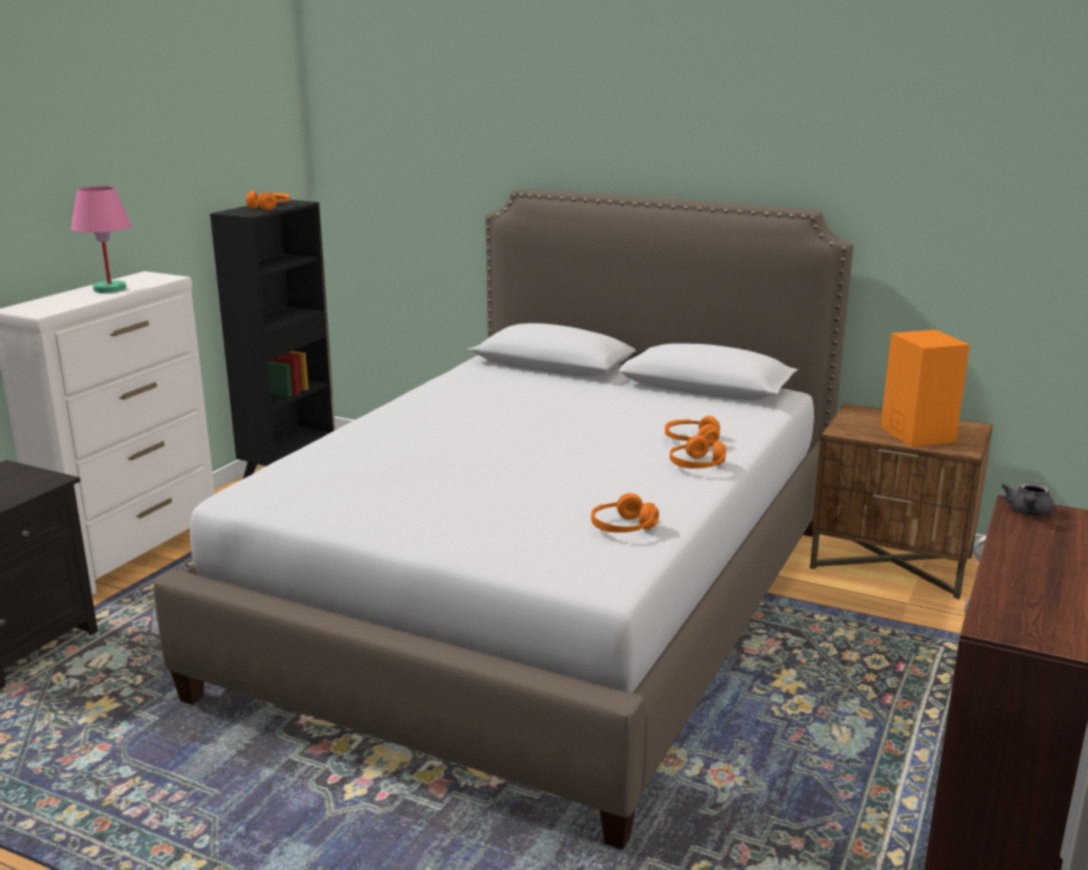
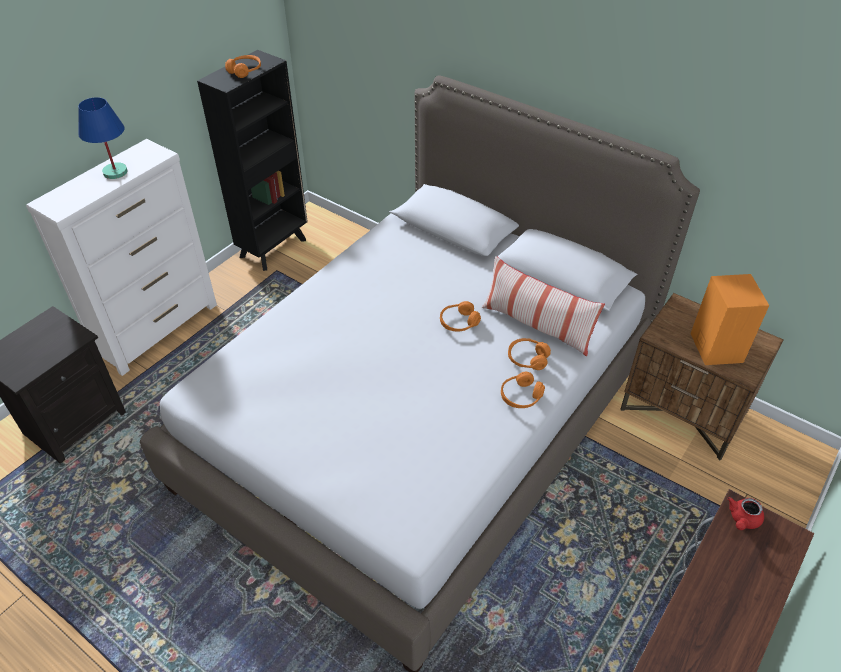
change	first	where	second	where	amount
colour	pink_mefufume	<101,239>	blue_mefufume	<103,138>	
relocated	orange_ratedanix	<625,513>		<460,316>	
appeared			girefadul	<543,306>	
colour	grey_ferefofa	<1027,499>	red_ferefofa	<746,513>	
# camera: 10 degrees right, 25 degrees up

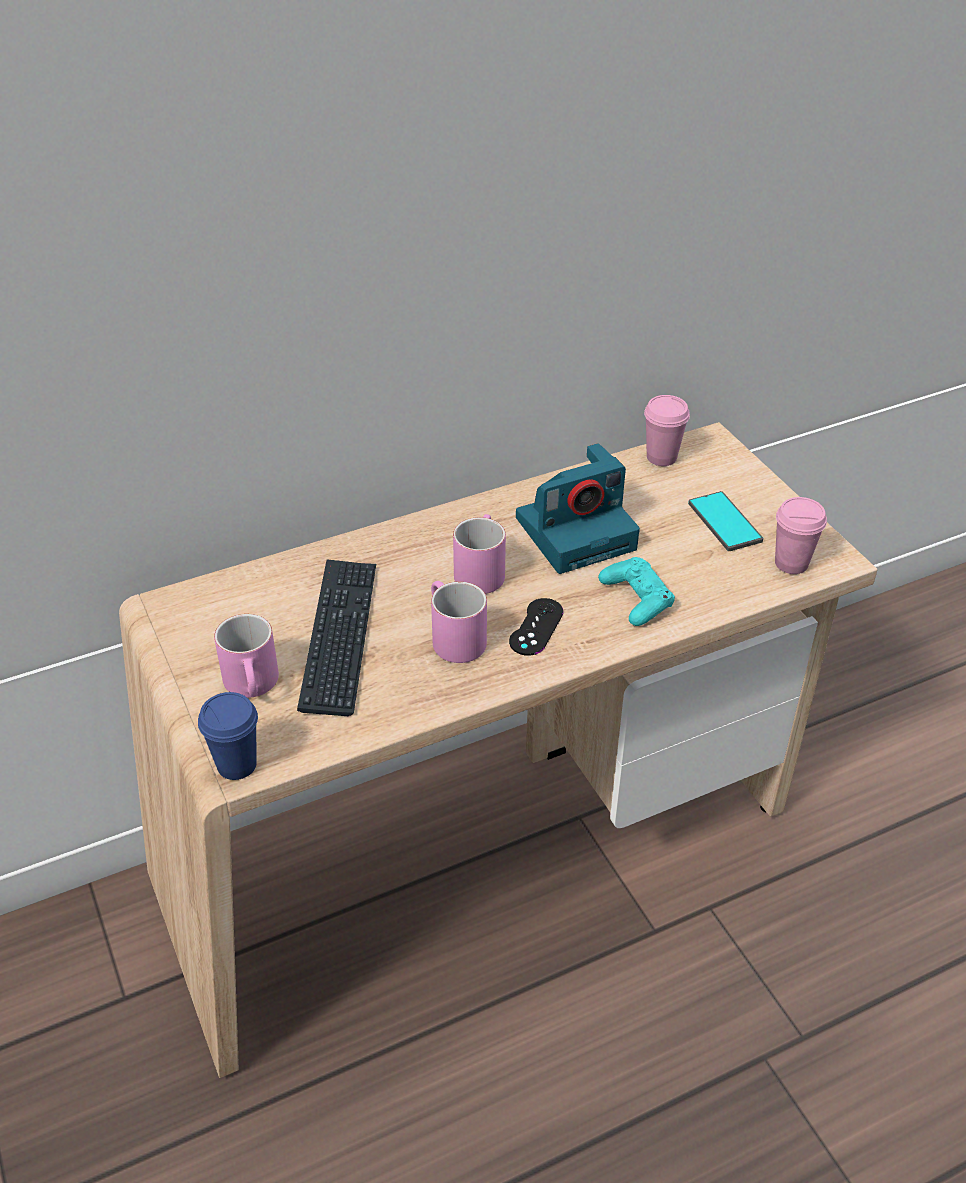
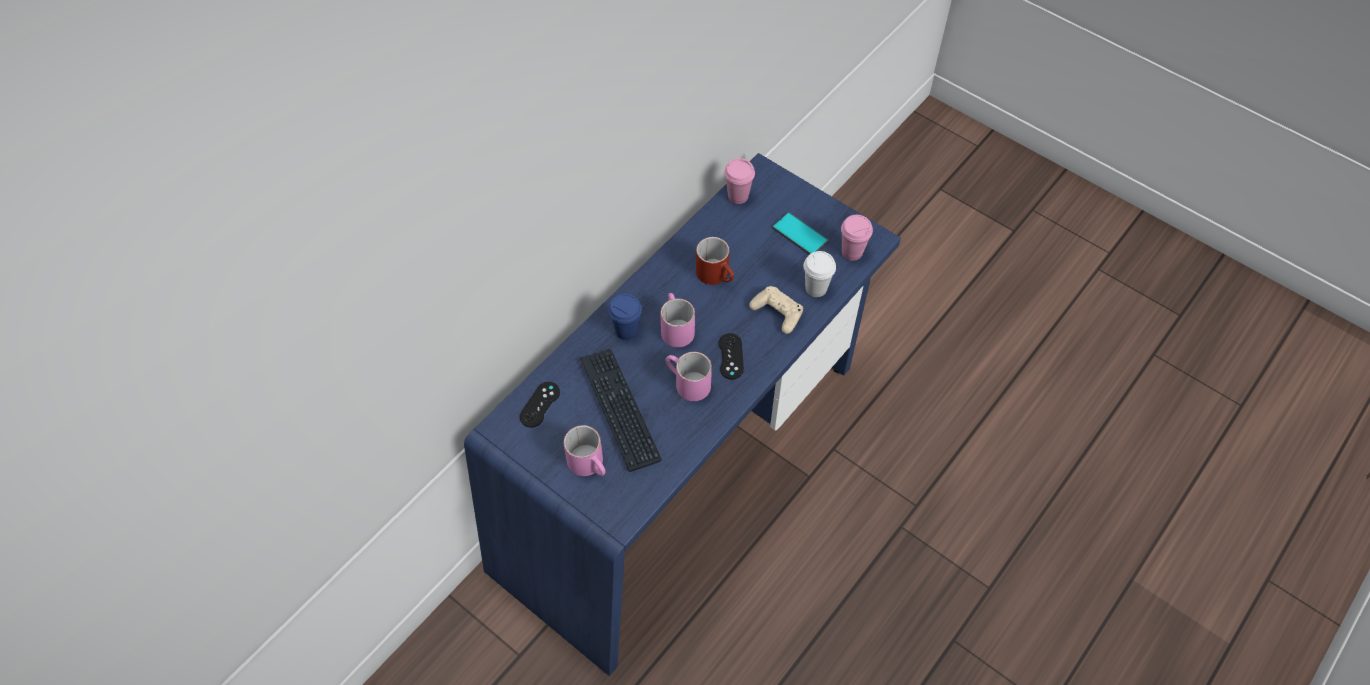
change	first	where	second	where	amount
colour	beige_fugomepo	<498,750>	blue_fugomepo	<682,414>	
appeared			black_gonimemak	<540,405>	
relocated	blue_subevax	<228,736>		<625,317>	
exchanged	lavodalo	<578,508>	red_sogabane	<715,261>	
colour	turquoise_gonimemak	<636,591>	beige_gonimemak	<776,310>	
appeared			white_subevax	<820,274>	
# camera: 25 degrees left, 15 degrees up

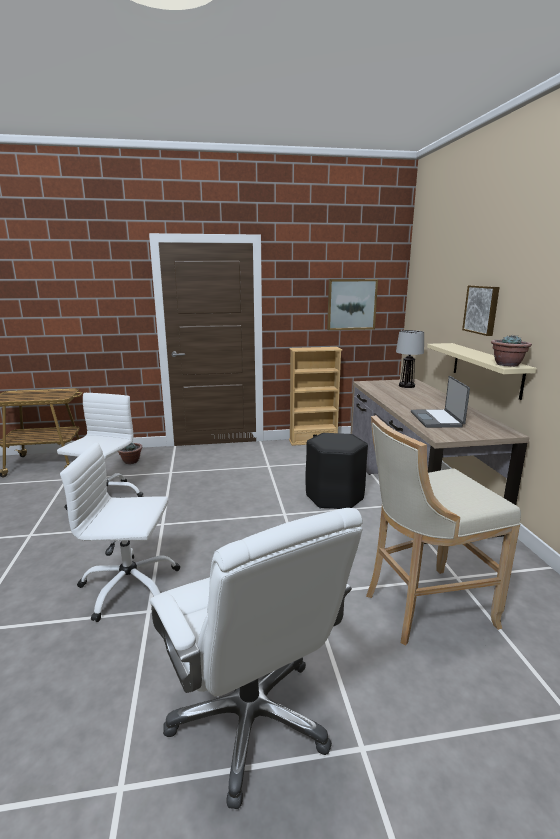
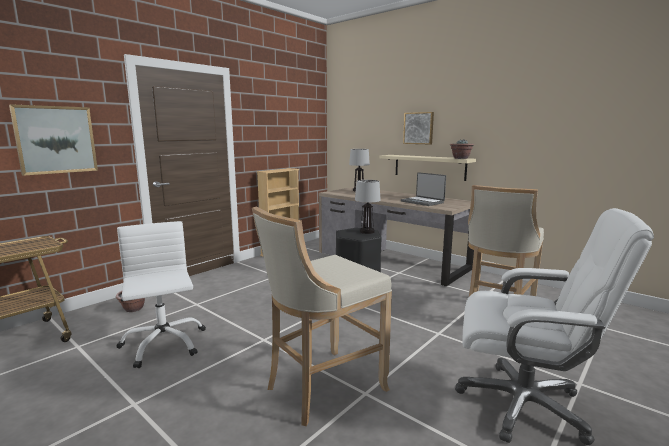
change	first	where	second	where	amount
relocated	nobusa	<352,304>		<53,140>	
exchanged	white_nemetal	<120,532>	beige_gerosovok	<322,316>	
appeared			mefufume	<368,207>	
# camera: 40 degrees left, 5 degrees down

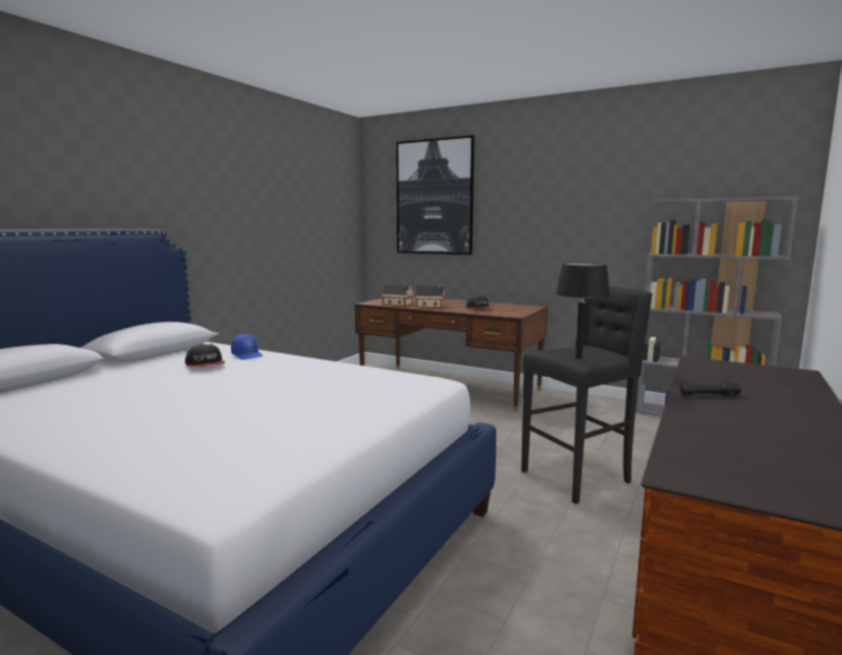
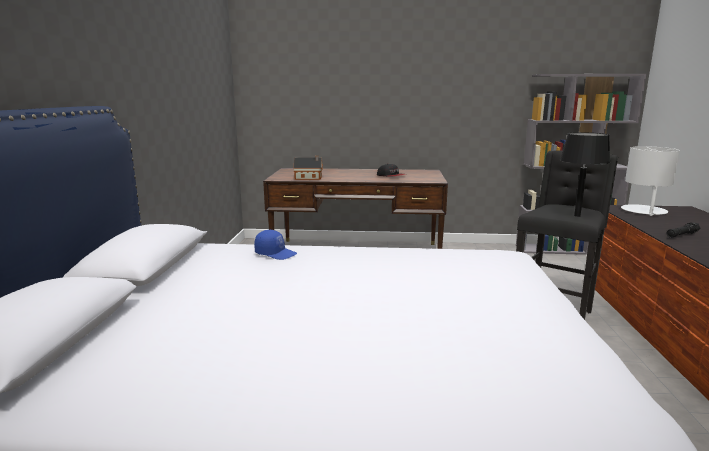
change	first	where	second	where	amount
appeared			white_mefufume	<650,181>	
missing	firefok	<205,356>			
missing	nobusa	<435,195>			
missing	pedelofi	<430,296>			
# camera: 25 degrees left, 5 degrees up

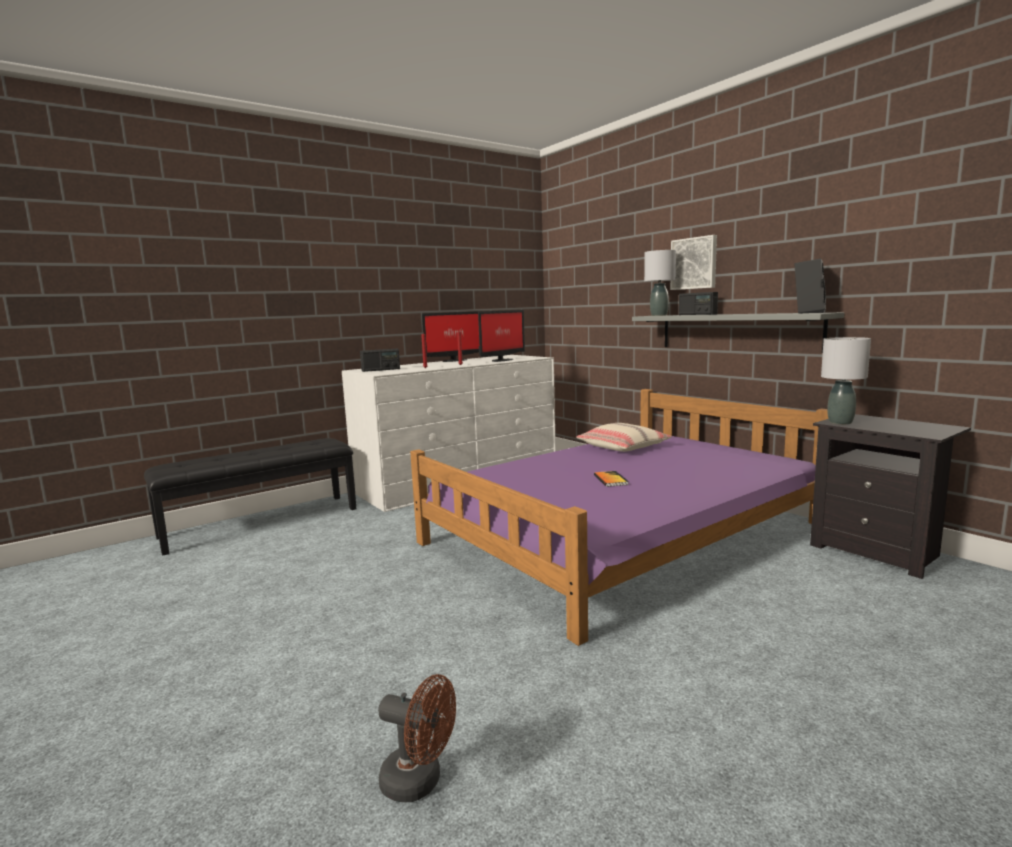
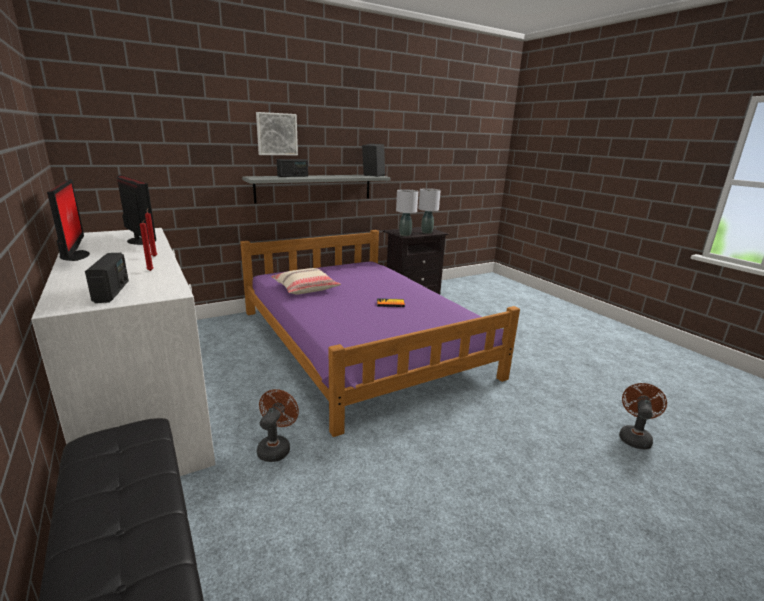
change	first	where	second	where	amount
appeared			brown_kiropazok	<278,425>	
relocated	grey_mefufume	<660,283>		<430,211>	
# camera: 85 degrees left, 10 degrees up

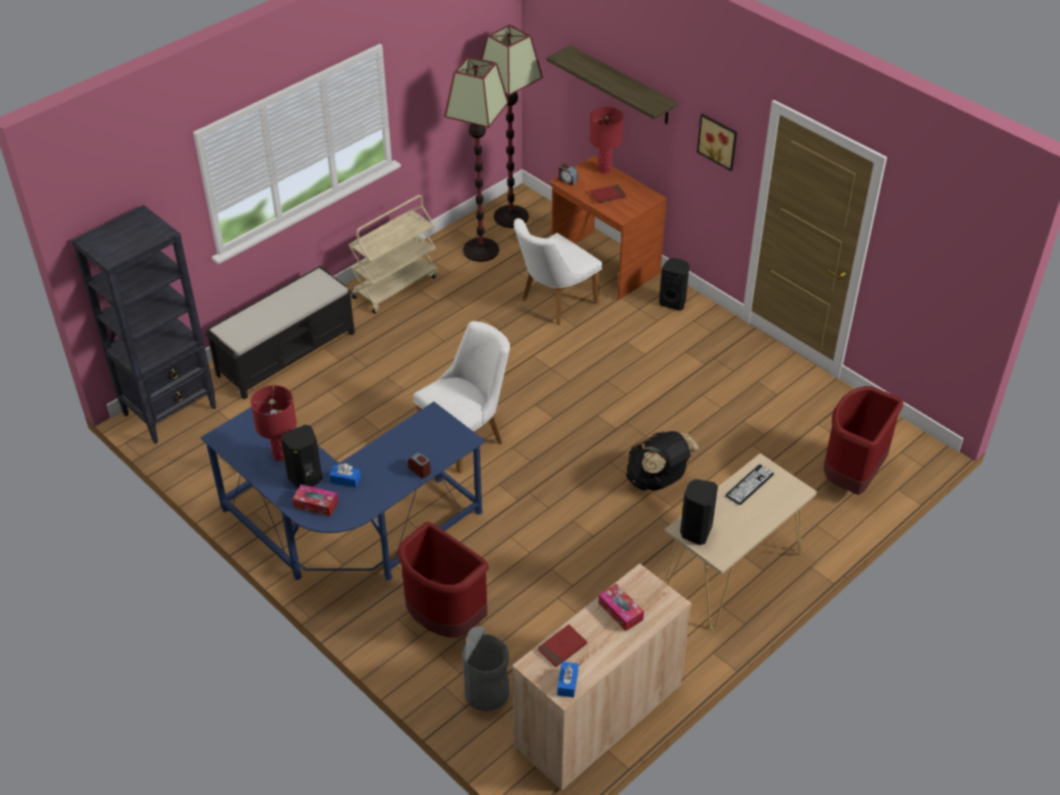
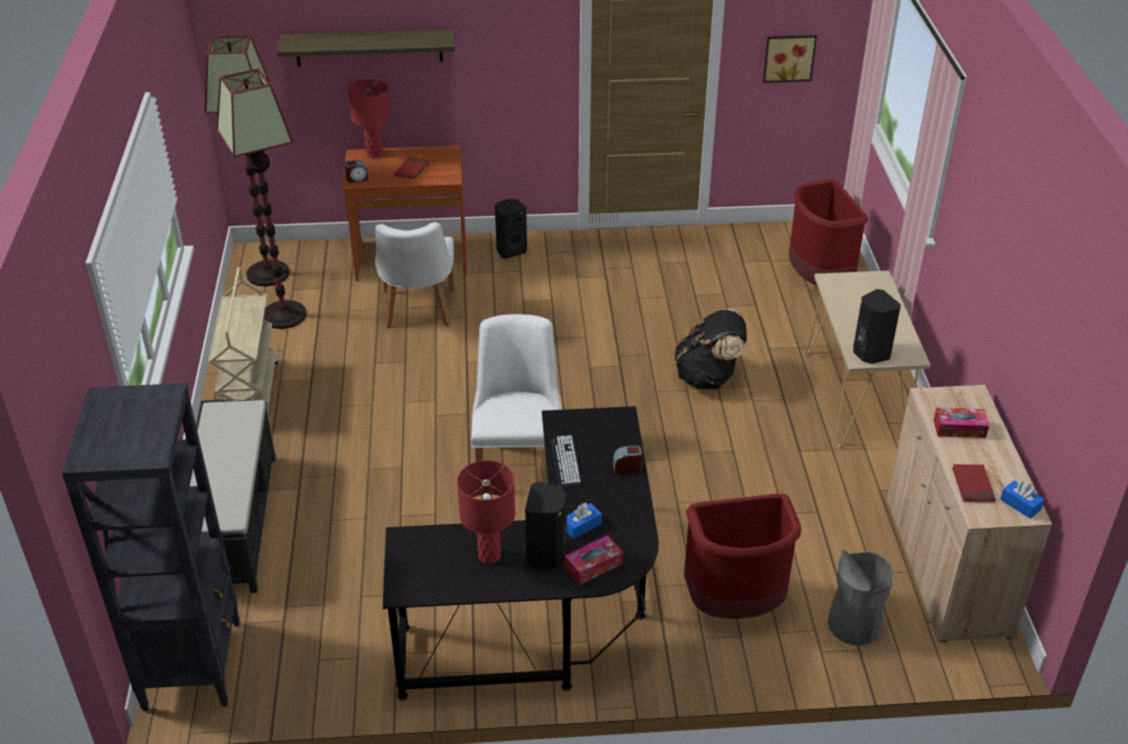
change	first	where	second	where	amount
colour	blue_fugomepo	<343,491>	black_fugomepo	<521,553>	
relocated	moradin	<749,484>		<567,461>	
relocated	nobusa	<717,142>		<790,59>	
# camera: 50 degrees left, 5 degrees down

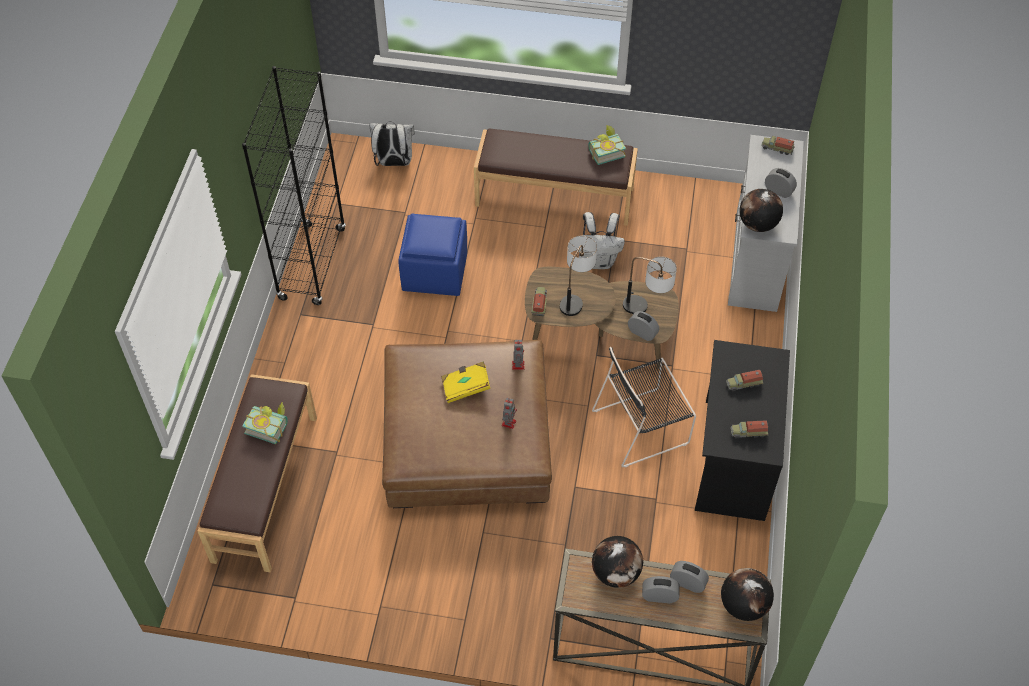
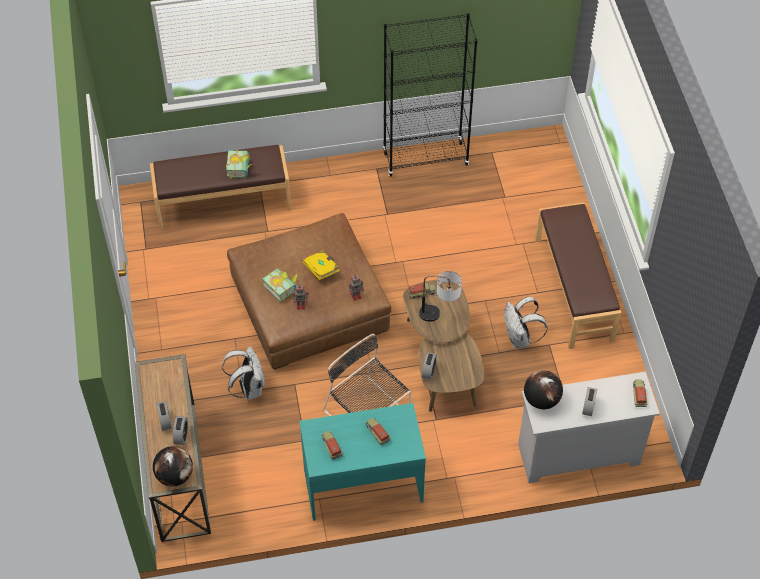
change	first	where	second	where	amount
relocated	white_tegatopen	<392,143>		<243,373>	
relocated	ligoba	<607,145>		<280,285>	
colour	black_fugomepo	<742,430>	turquoise_fugomepo	<362,462>	
missing	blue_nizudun	<432,254>			
missing	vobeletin	<617,562>			
missing	mefufume	<650,285>			
# camera: 70 degrees right, 0 degrees up

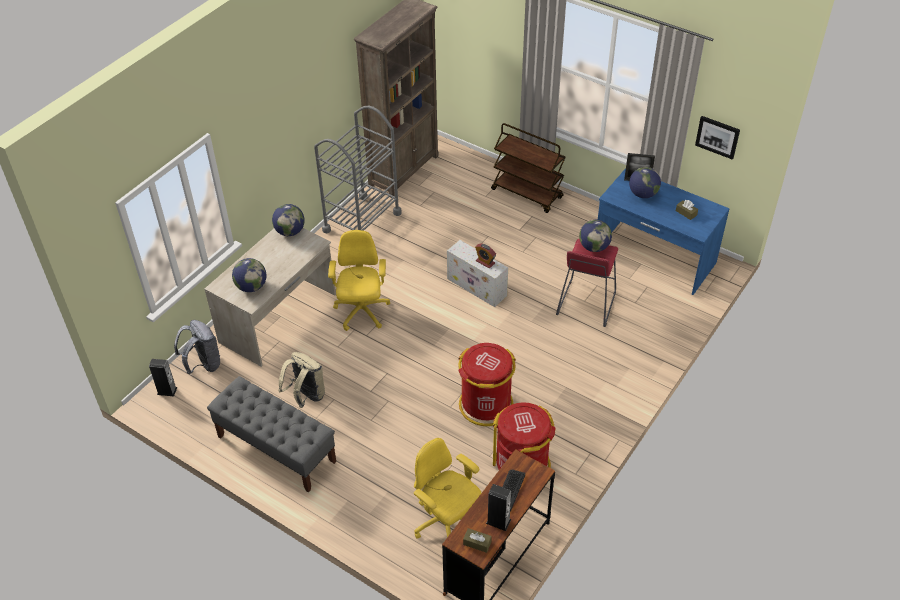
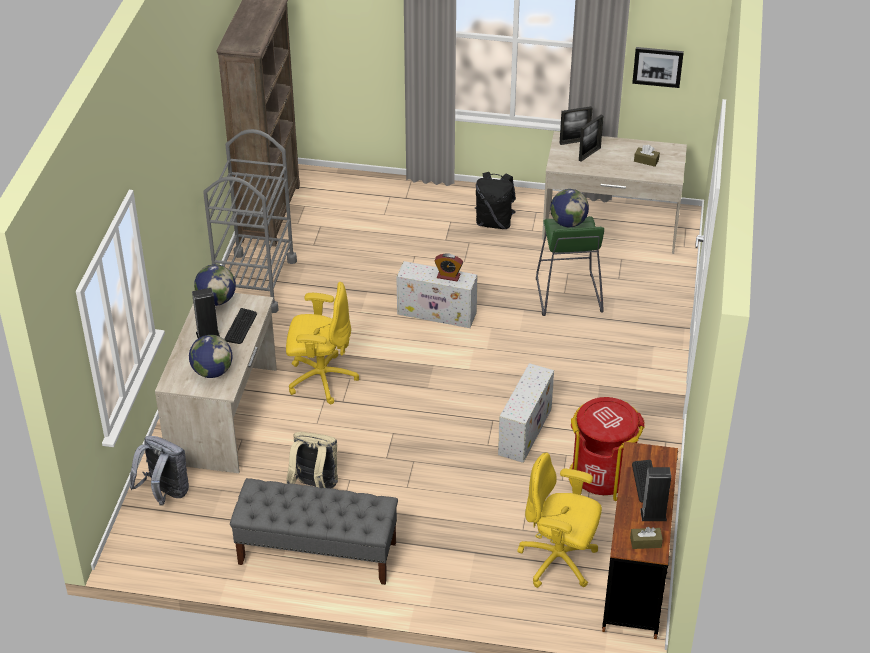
change	first	where	second	where	amount
relocated	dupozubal	<163,378>		<206,313>	
appeared			moradin	<240,326>	
spun	yellow_nemetal	<359,280>		<322,343>	120 degrees clockwise
appeared			black_tegatopen	<495,200>	
exchanged	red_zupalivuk	<487,384>	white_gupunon	<526,413>	
colour	red_gerosovok	<587,282>	green_gerosovok	<570,266>	
colour	blue_fugomepo	<664,231>	beige_fugomepo	<614,192>	
exchanged	vobeletin	<645,182>	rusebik	<591,138>	
missing	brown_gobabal	<528,168>			
# camera: 25 degrees left, 5 degrees down

